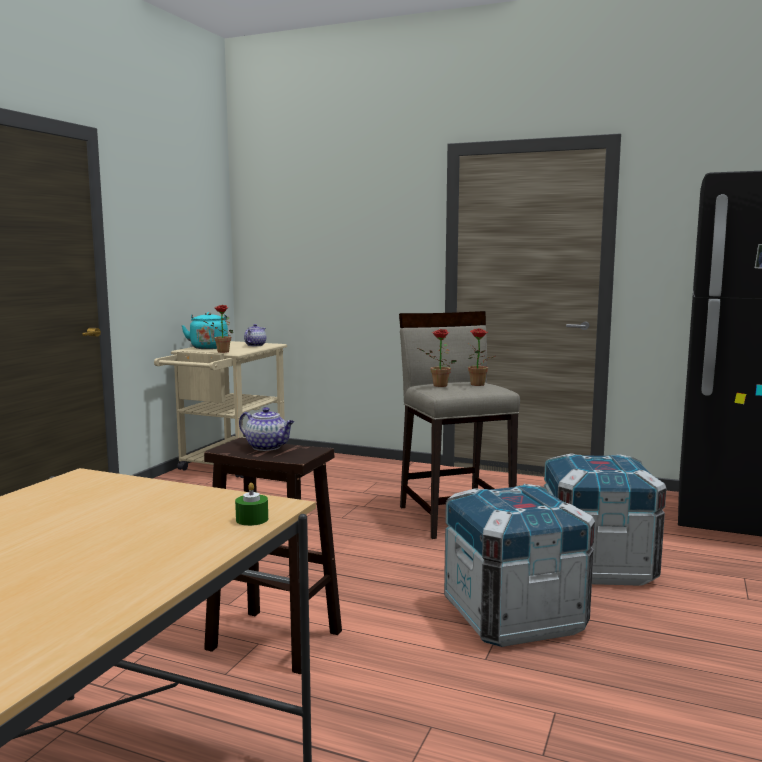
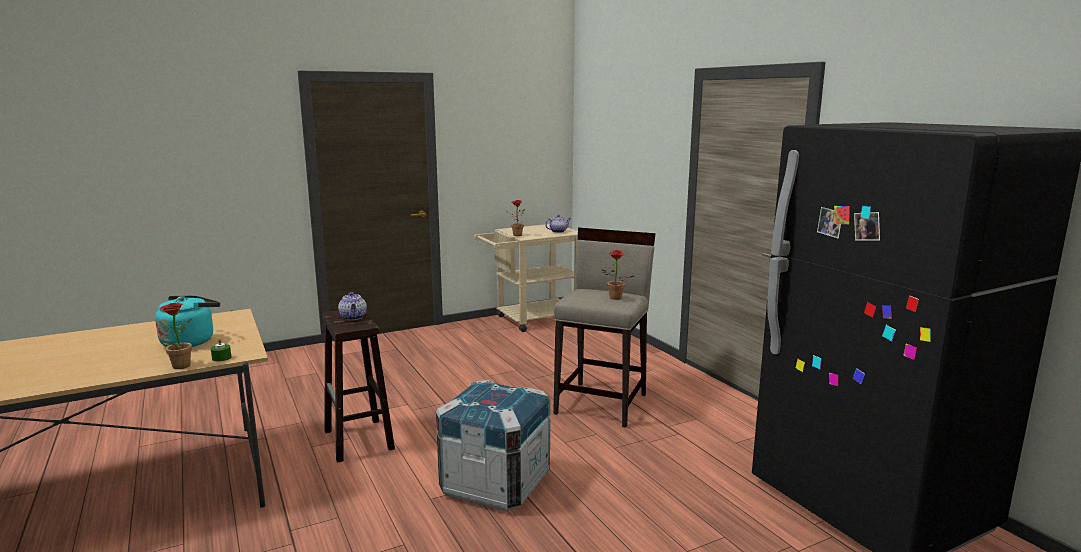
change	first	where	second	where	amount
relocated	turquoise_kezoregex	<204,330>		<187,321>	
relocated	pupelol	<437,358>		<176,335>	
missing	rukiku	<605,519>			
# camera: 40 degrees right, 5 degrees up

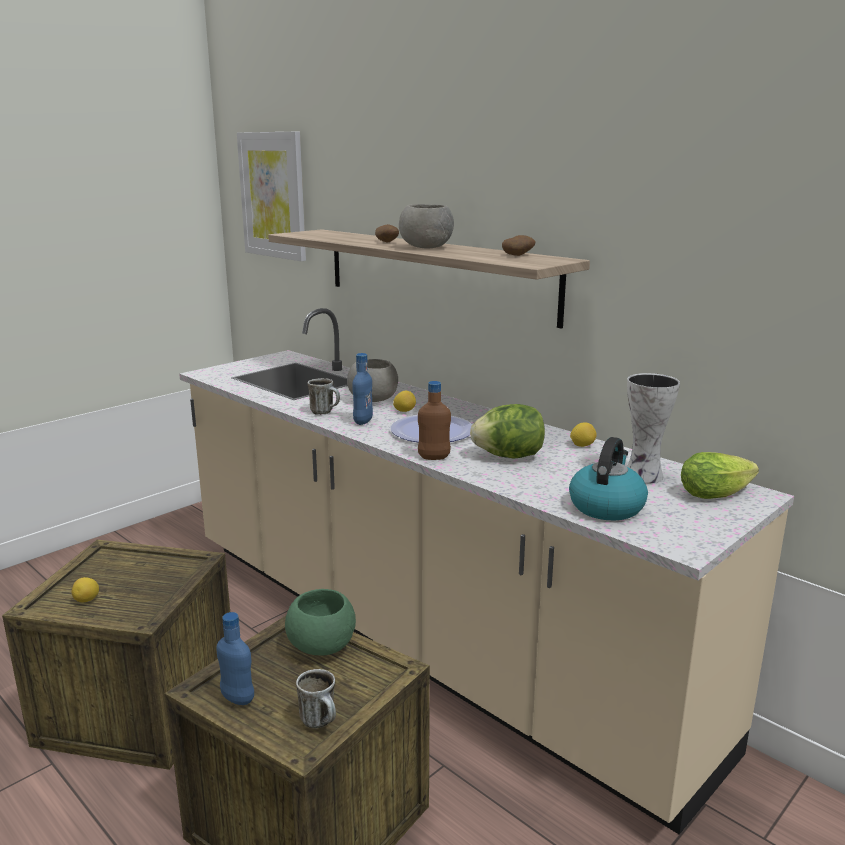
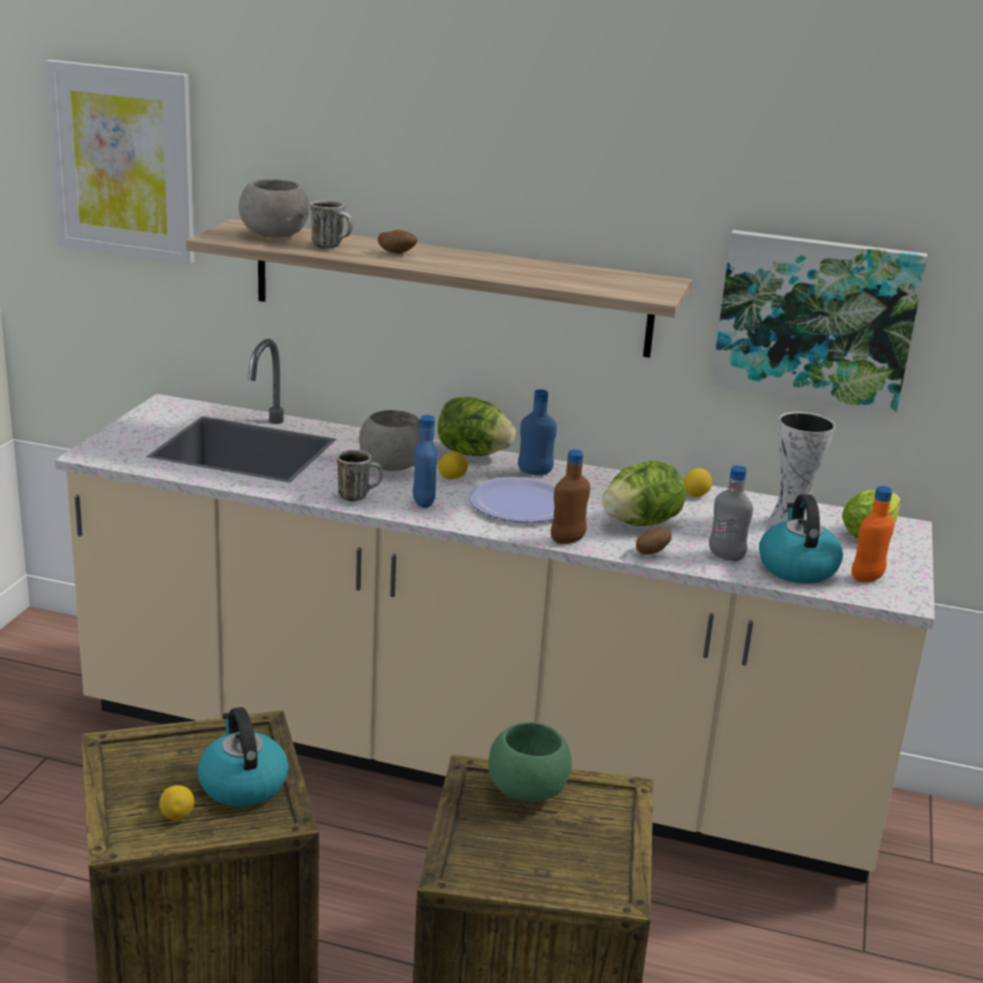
change	first	where	second	where	amount
appeared			kezoregex	<243,757>	
relocated	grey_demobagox	<426,226>		<274,208>	
relocated	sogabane	<316,699>		<331,224>	
appeared			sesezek	<477,426>	
relocated	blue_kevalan	<235,658>		<537,432>	
relocated	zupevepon	<519,245>		<654,541>	
appeared			grey_kevalan	<731,513>	
appeared			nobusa	<819,321>	
appeared			orange_kevalan	<872,534>	
# camera: 30 degrees left, 5 degrees up

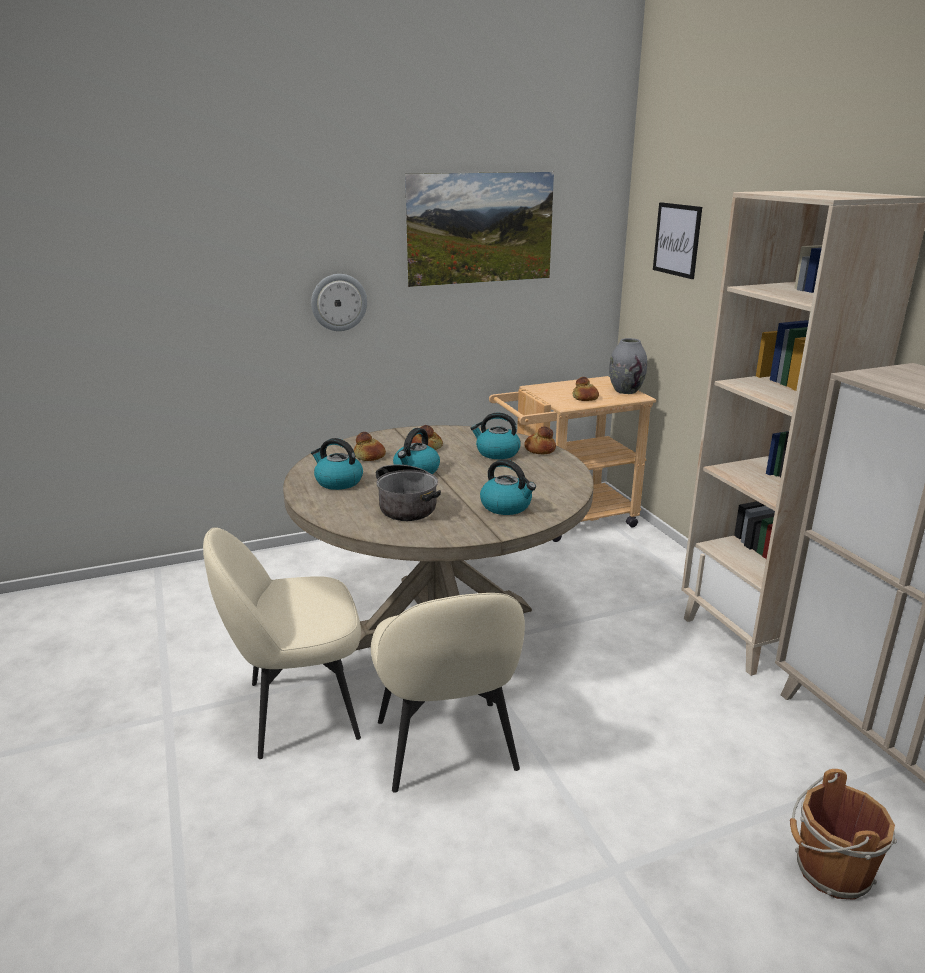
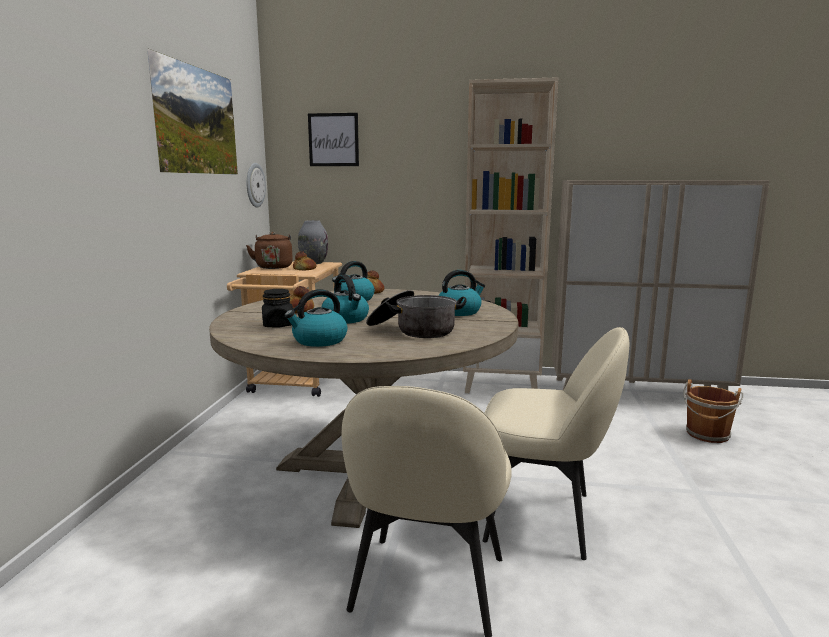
change	first	where	second	where	amount
appeared			brown_kezoregex	<269,250>	
relocated	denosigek	<339,302>		<256,185>	
exchanged	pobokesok	<370,446>	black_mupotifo	<277,308>	
# camera: 60 degrees left, 10 degrees down

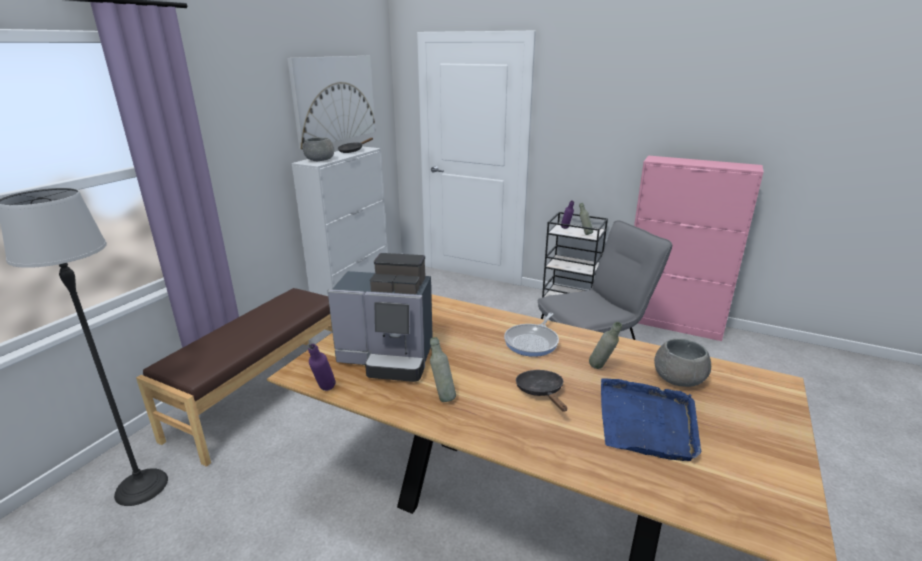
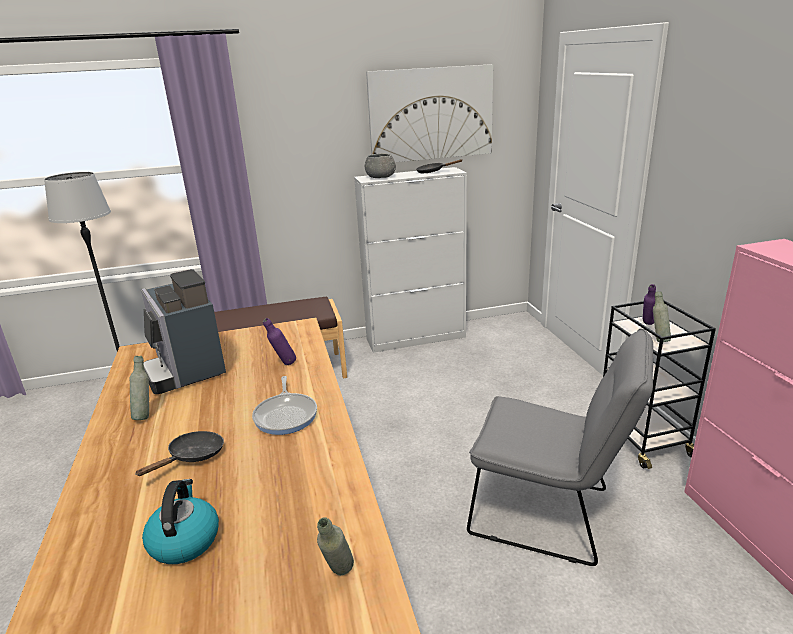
change	first	where	second	where	amount
exchanged	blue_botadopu	<651,419>	kezoregex	<180,521>	
spun	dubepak	<531,335>		<284,405>	90 degrees counterclockwise
relocated	purple_kevalan	<322,367>		<279,341>	
relocated	grey_kevalan	<605,345>		<335,546>	
missing	grey_demobagox	<682,363>			
# camera: 50 degrees right, 0 degrees up

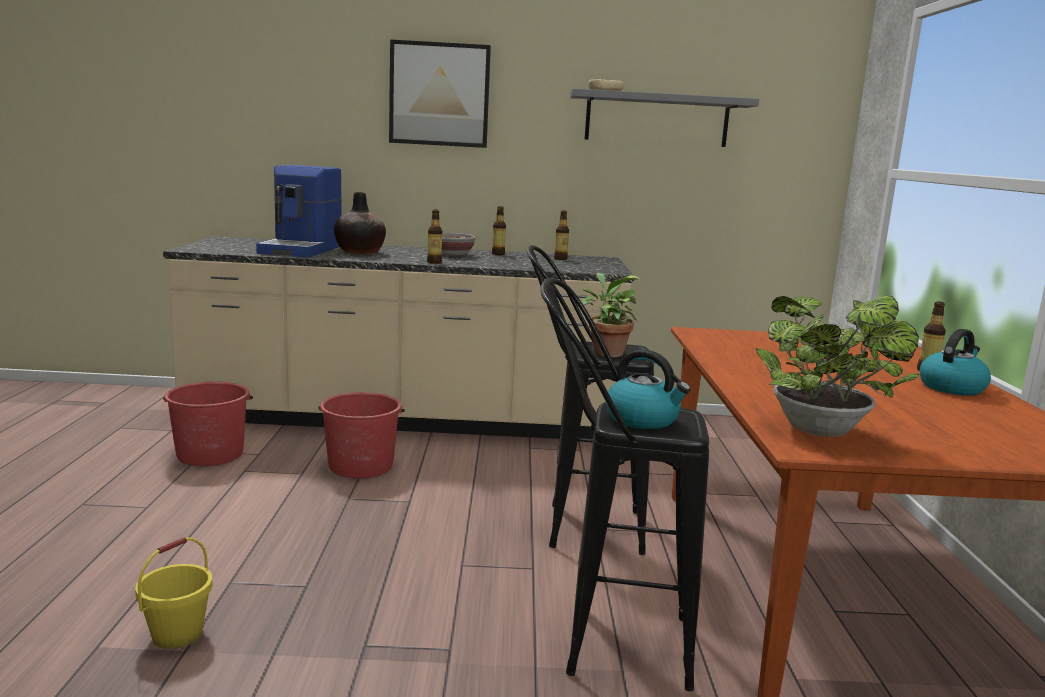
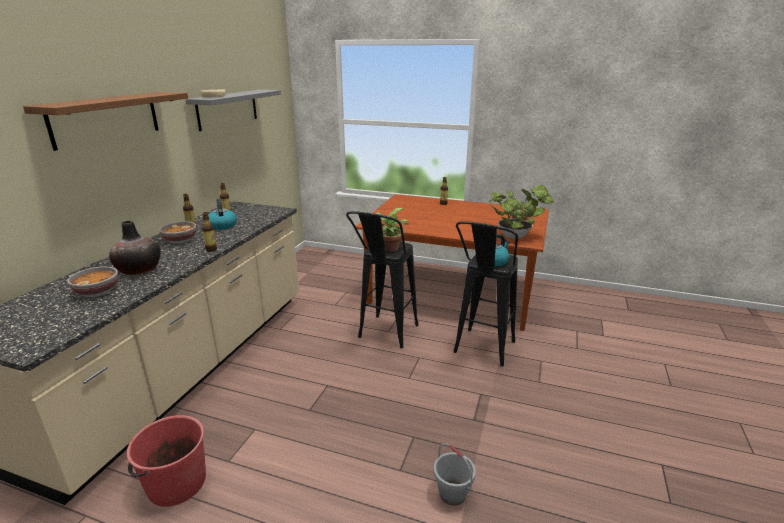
change	first	where	second	where	amount
exchanged	nobusa	<440,93>	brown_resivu	<105,121>	
exchanged	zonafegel	<299,211>	demobagox	<92,281>	
relocated	kezoregex	<955,362>		<222,214>	
colour	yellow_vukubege	<174,593>	grey_vukubege	<454,474>	
missing	red_vukubege	<361,435>			
# camera: 70 degrees left, 10 degrees up

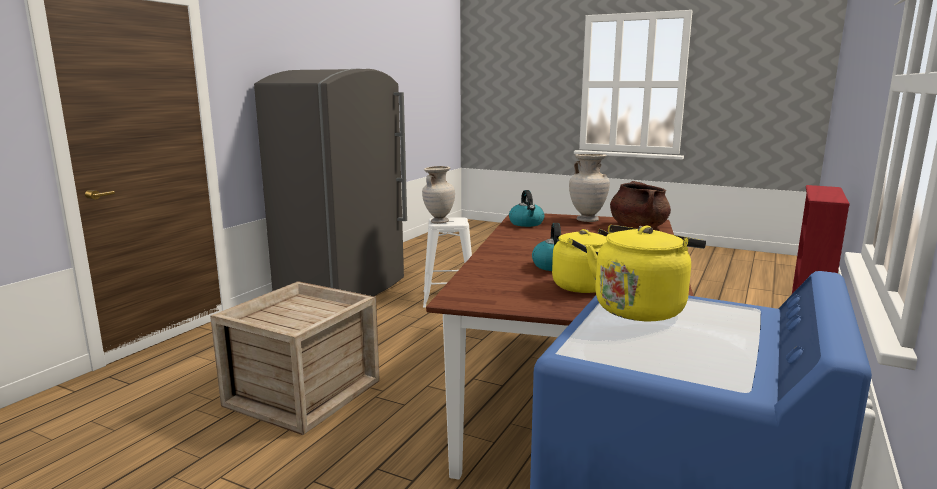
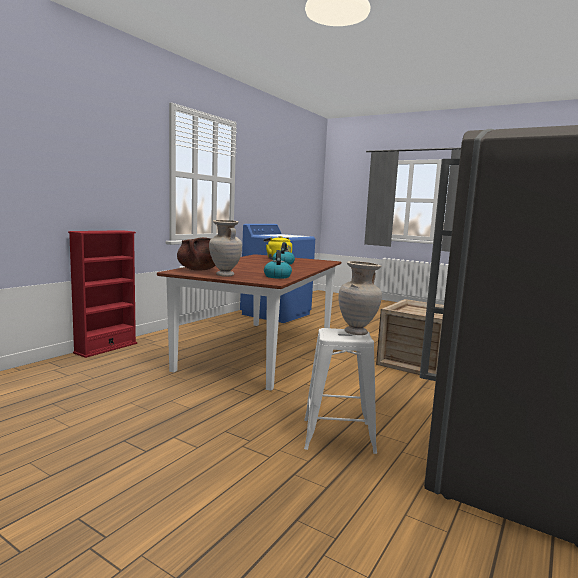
change	first	where	second	where	amount
missing	yellow_kezoregex	<646,273>			
# camera: 175 degrees left, 5 degrees down

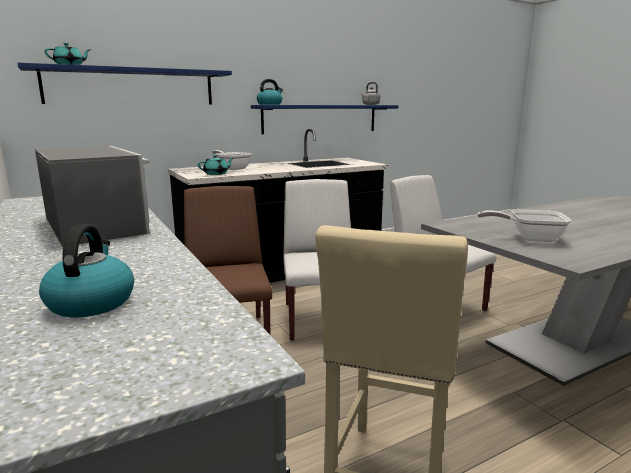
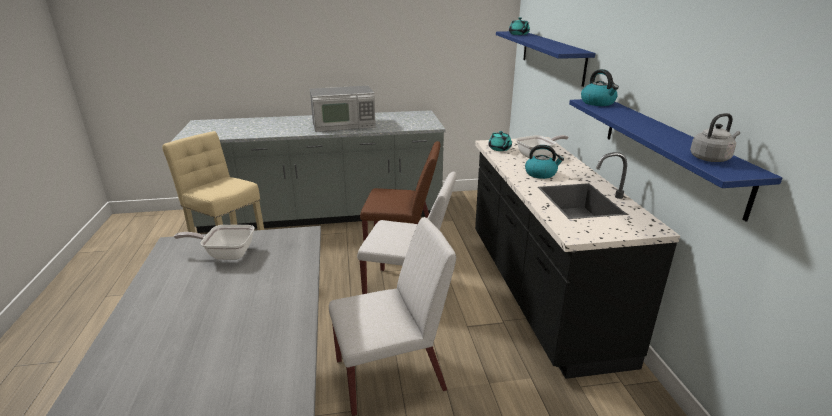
change	first	where	second	where	amount
spun	dubepak	<525,225>		<214,242>	120 degrees counterclockwise
relocated	kezoregex	<86,270>		<544,162>	
# camera: 110 degrees right, 10 degrees up

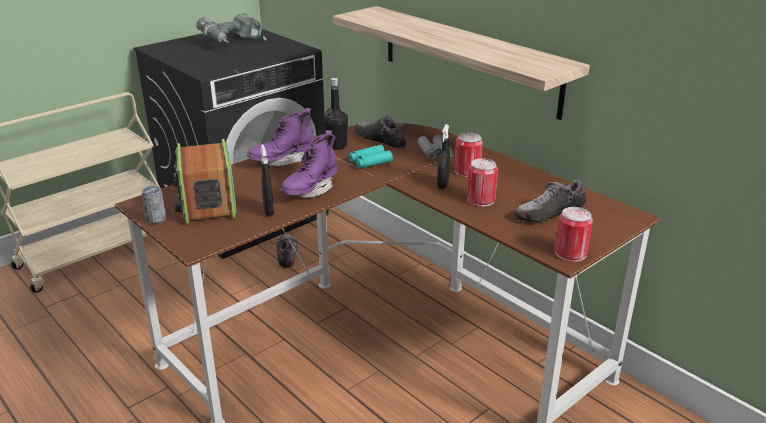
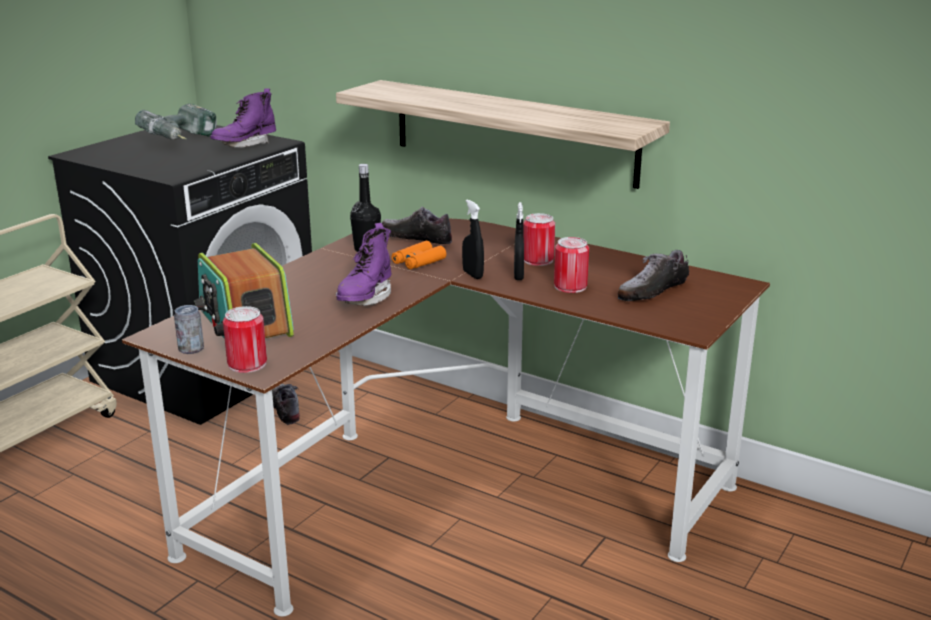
change	first	where	second	where	amount
relocated	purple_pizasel	<280,137>		<243,118>	
relocated	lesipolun	<574,234>		<245,339>	
colour	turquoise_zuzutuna	<370,156>	orange_zuzutuna	<419,255>	
relocated	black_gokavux	<267,180>		<473,239>	
missing	grey_zuzutuna	<435,147>			
# camera: 15 degrees left, 5 degrees down

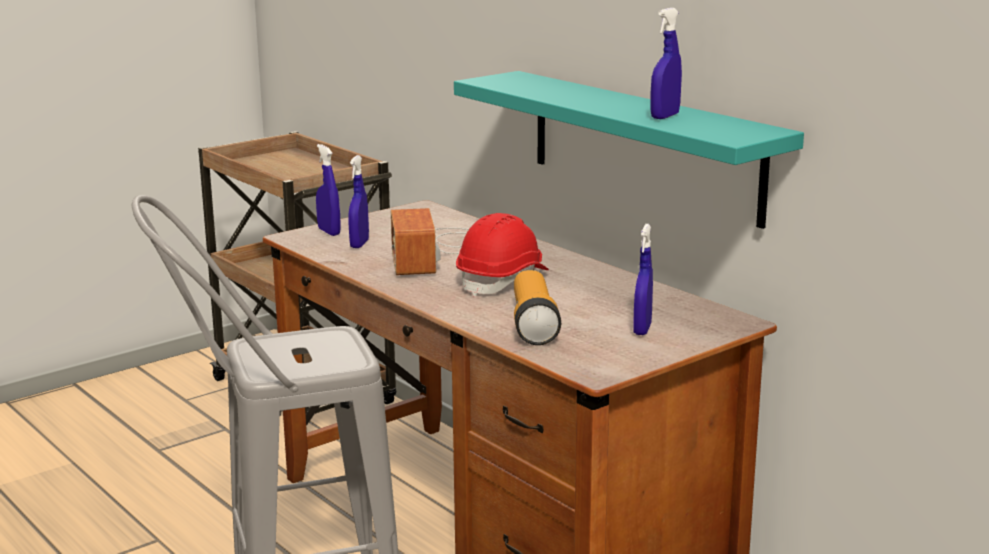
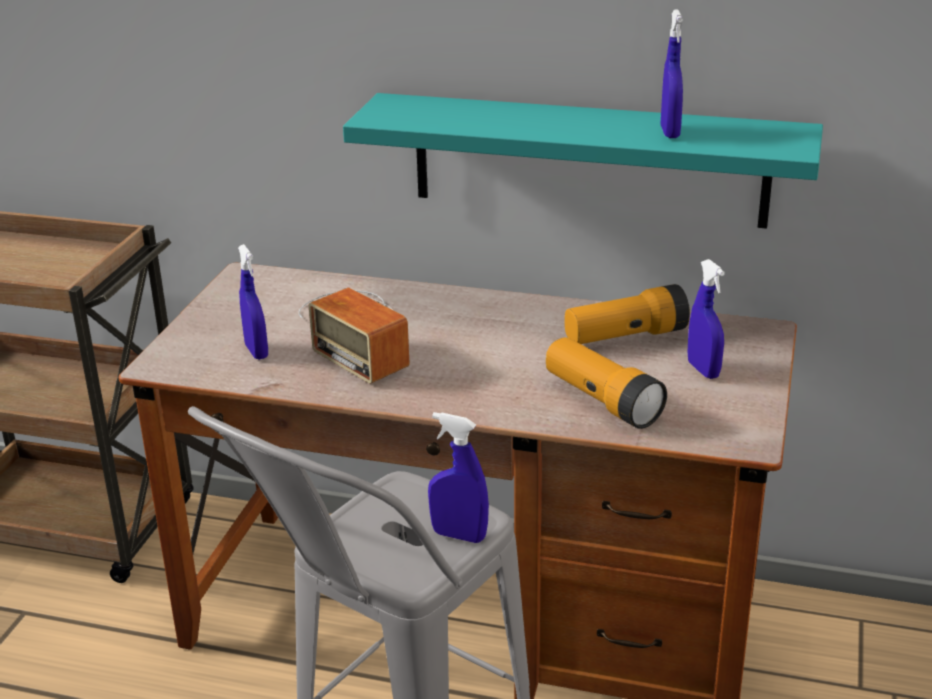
change	first	where	second	where	amount
relocated	blue_gokavux	<328,190>		<458,477>	
appeared			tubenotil	<627,314>	
missing	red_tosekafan	<502,255>			
# camera: 35 degrees left, 10 degrees up

